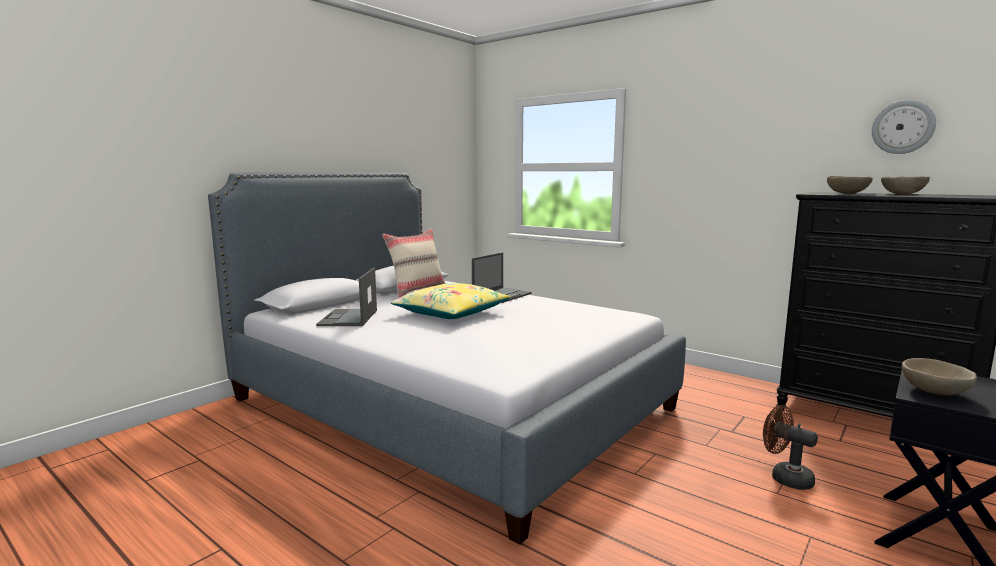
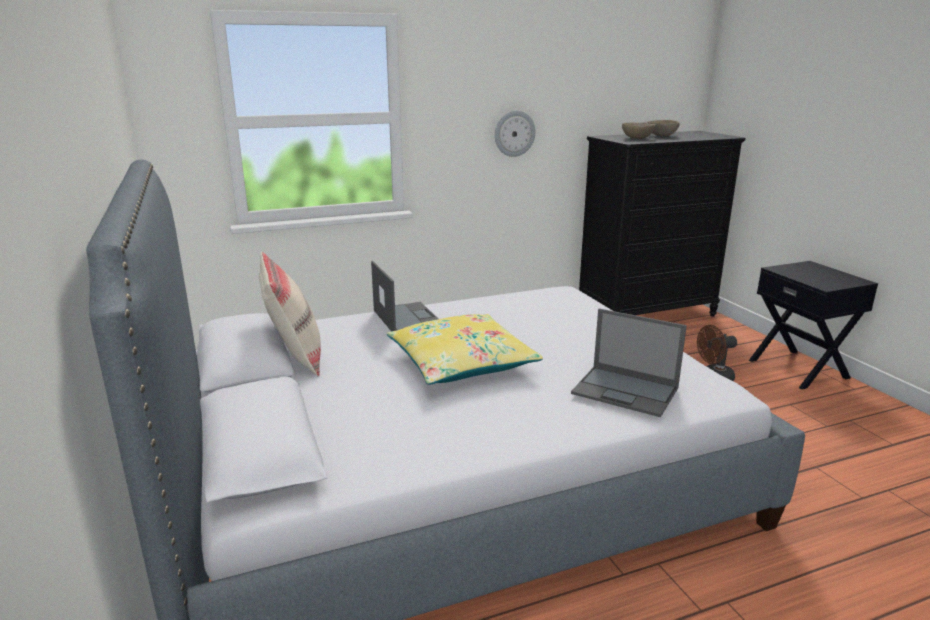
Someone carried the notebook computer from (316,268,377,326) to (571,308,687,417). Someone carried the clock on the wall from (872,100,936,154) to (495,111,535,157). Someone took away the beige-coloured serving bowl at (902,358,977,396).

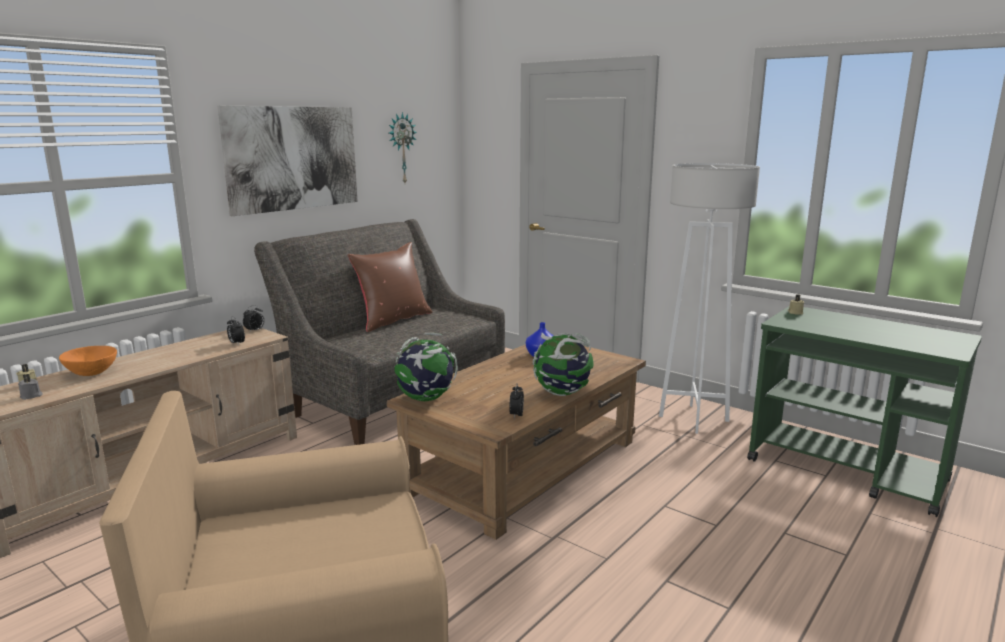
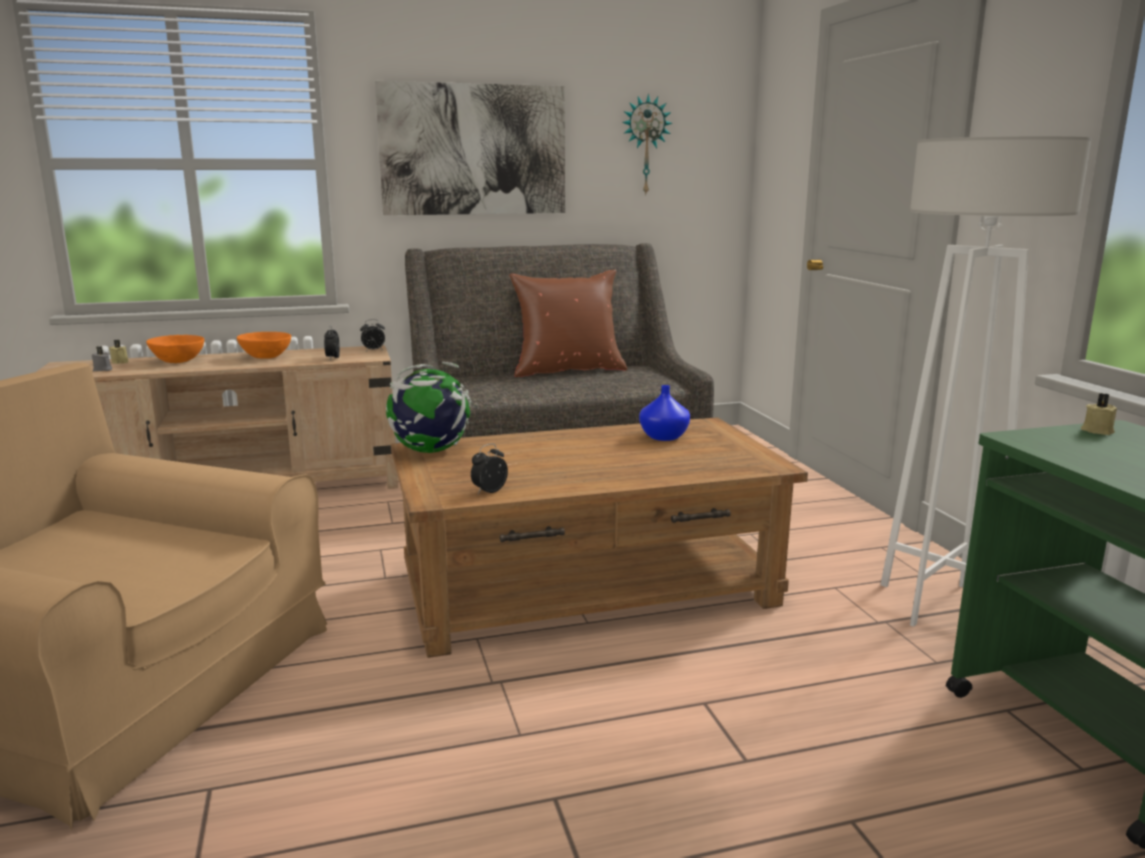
Someone took away the globe at (533,333,593,396). Someone put down the orange-coloured serving bowl at (237,332,291,359).

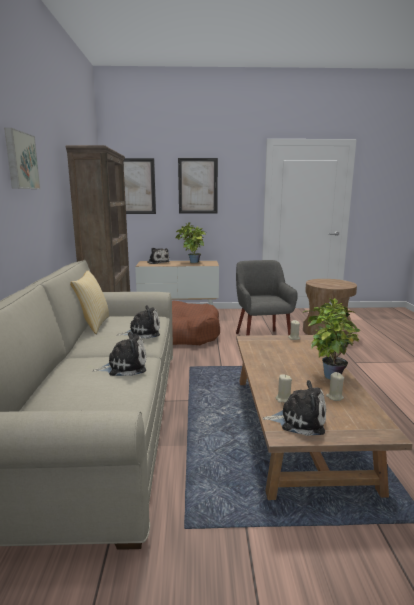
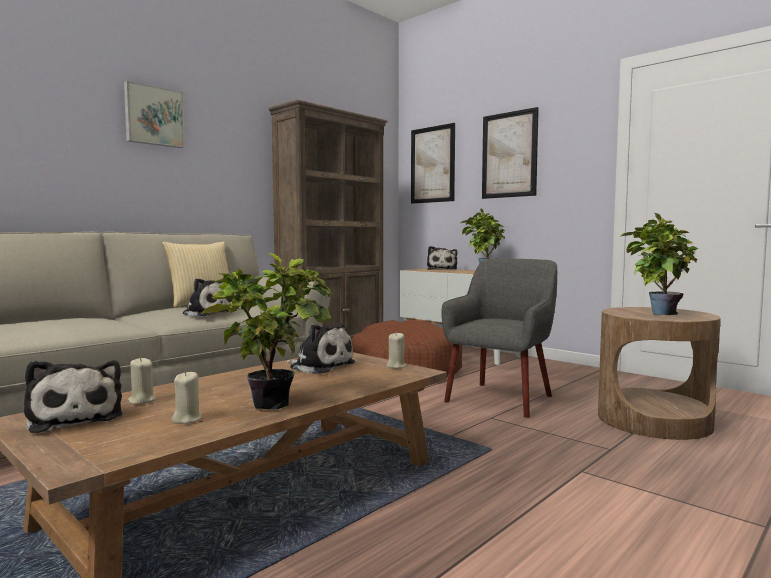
Someone carried the plush toy from (93,332,146,376) to (285,324,355,373). Someone put down the plant in a pot at (620,212,699,315).

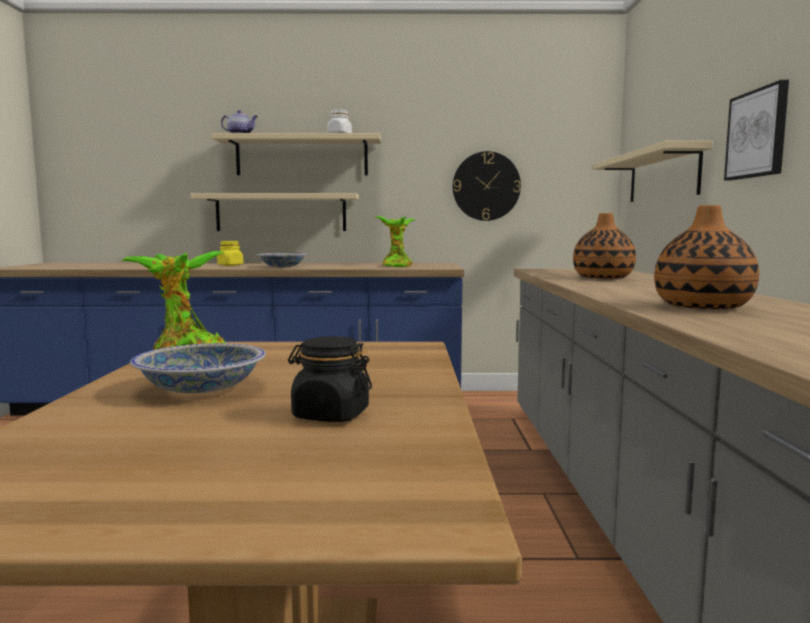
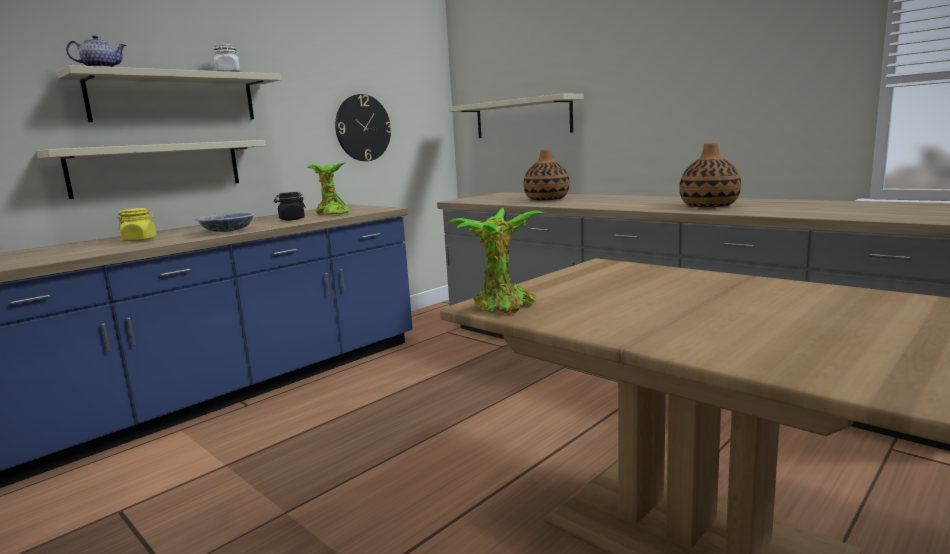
Someone took away the serving bowl at (130,343,266,393). Someone carried the black-coloured preserve jar from (288,336,372,422) to (274,192,306,220). Someone took away the picture at (724,80,789,180).

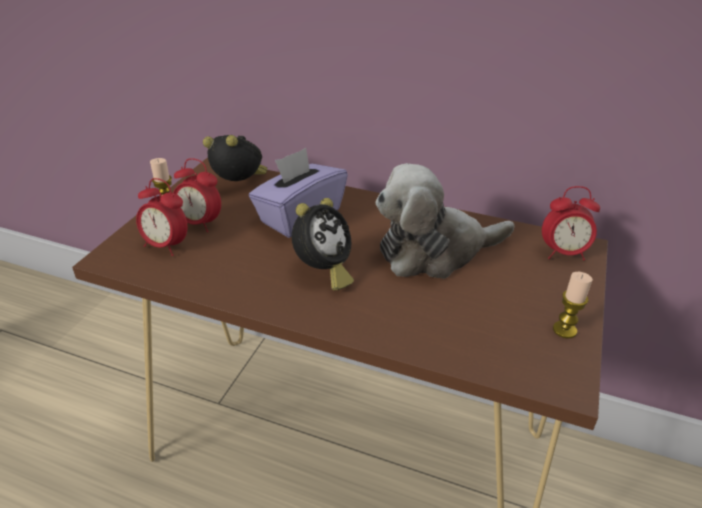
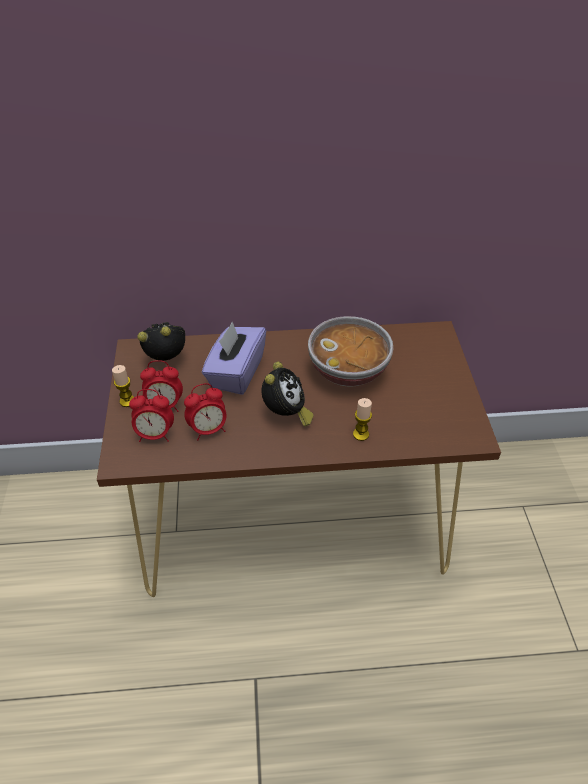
Someone swapped the plush toy at (375,163,514,279) for the serving bowl at (308,316,393,386). Someone carried the bedside clock from (542,186,600,260) to (184,383,226,440). Someone carried the wax light from (553,272,593,339) to (353,398,372,441).

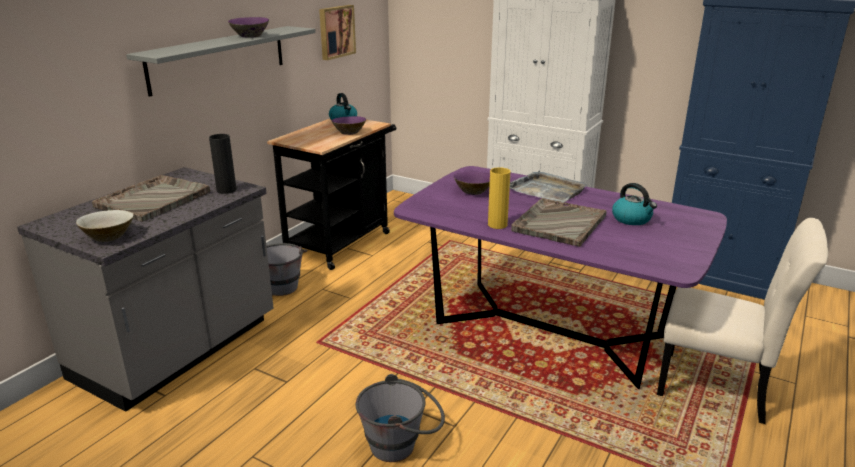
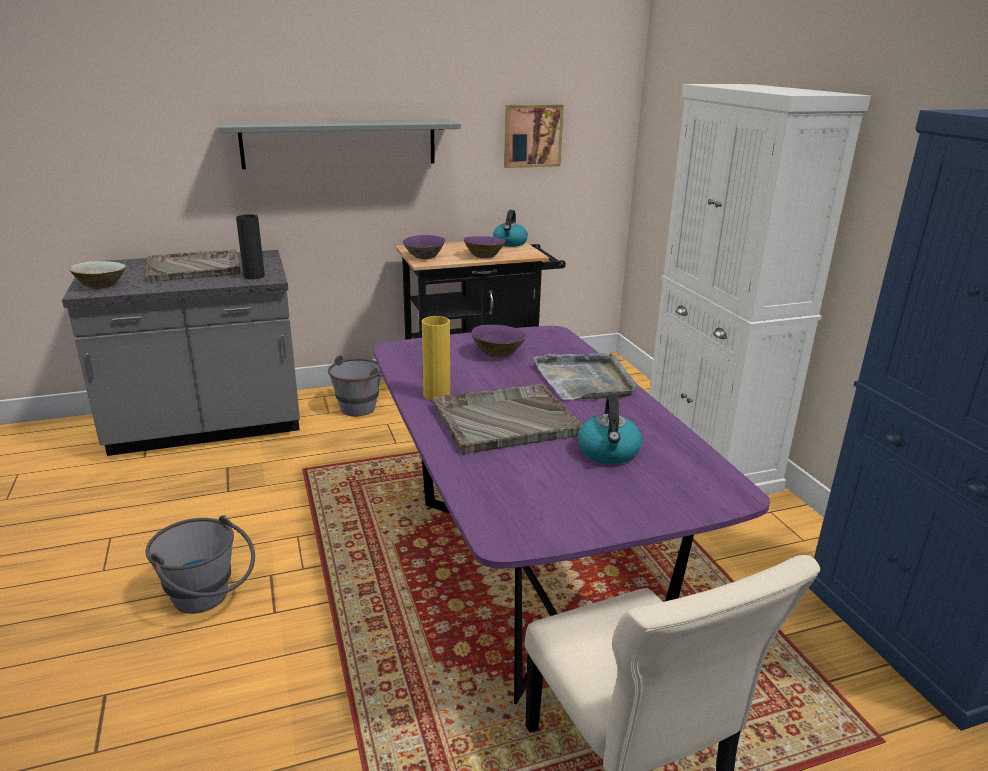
Someone carried the purple serving bowl from (228,17,269,38) to (403,235,445,259).

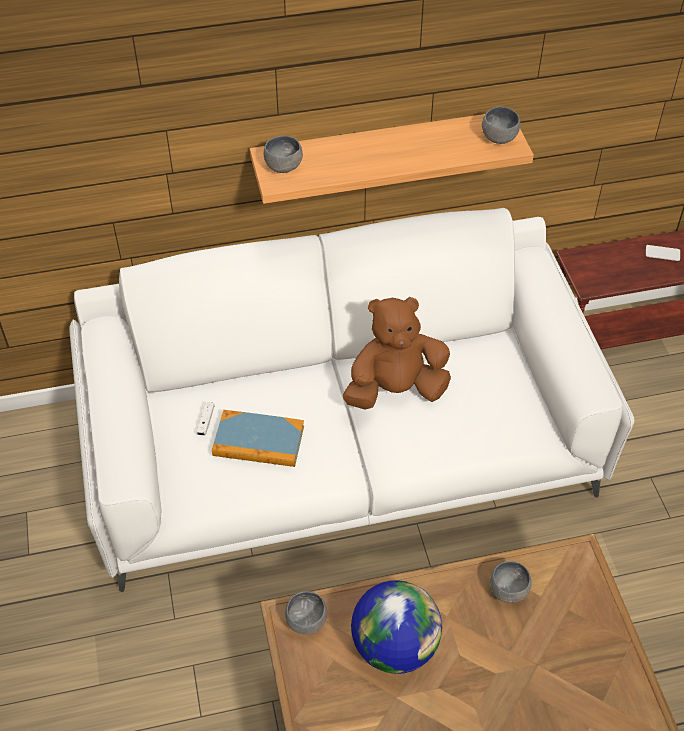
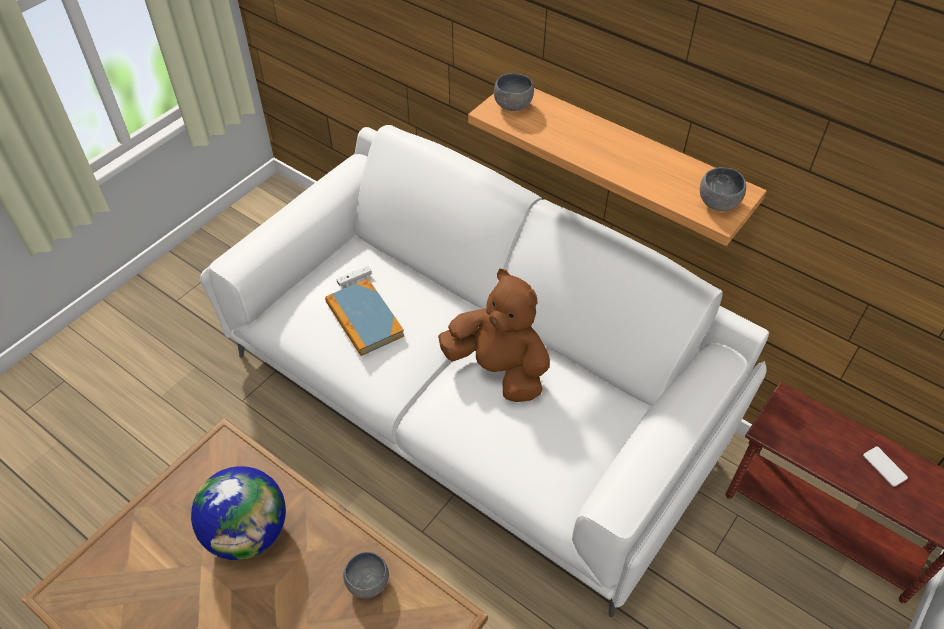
Someone took away the greyish serving bowl at (285,591,327,635).

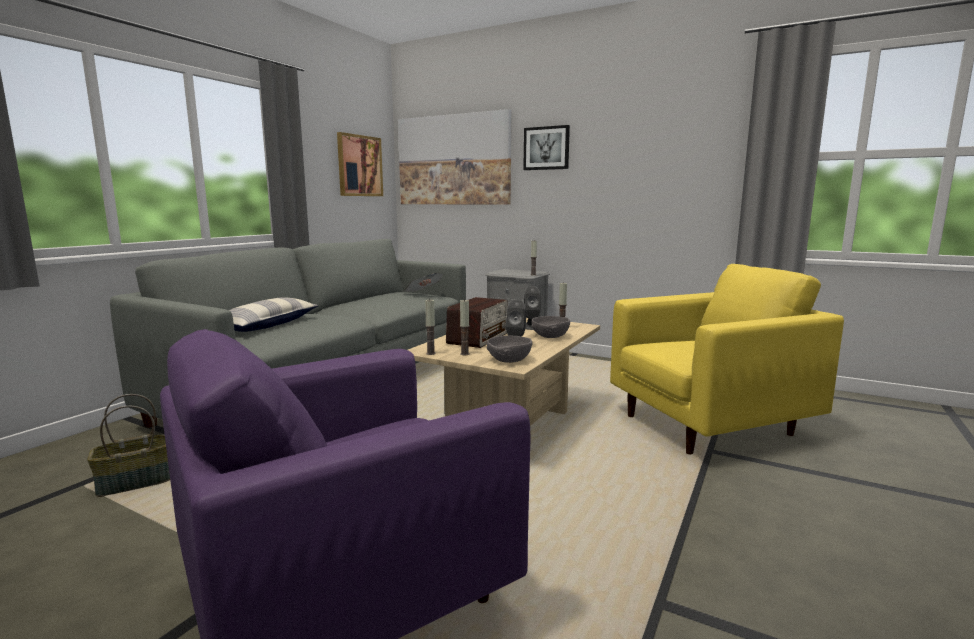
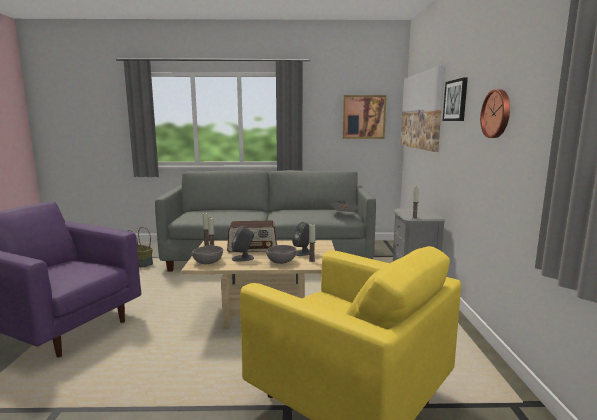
Someone took away the throw pillow at (229,297,319,332). Someone put up the clock on the wall at (480,89,510,138).

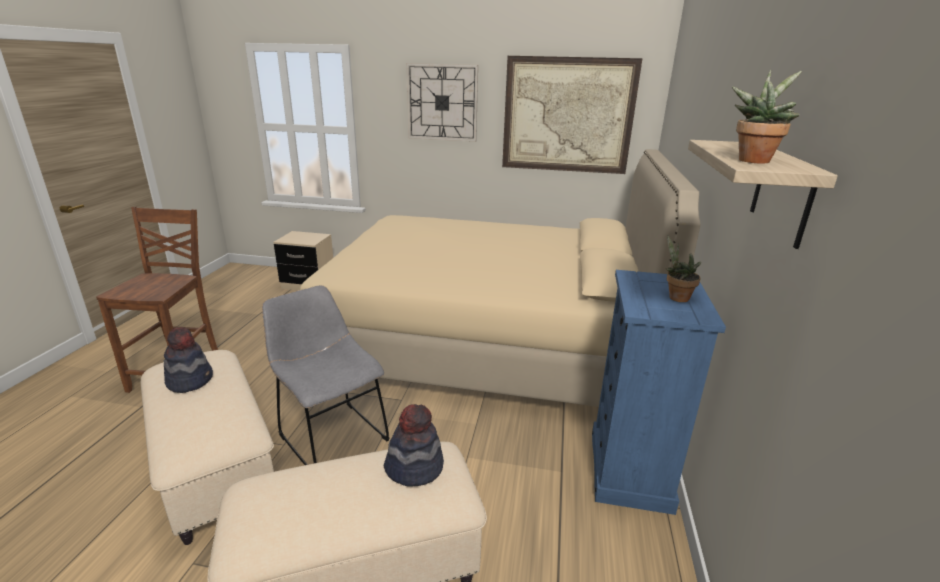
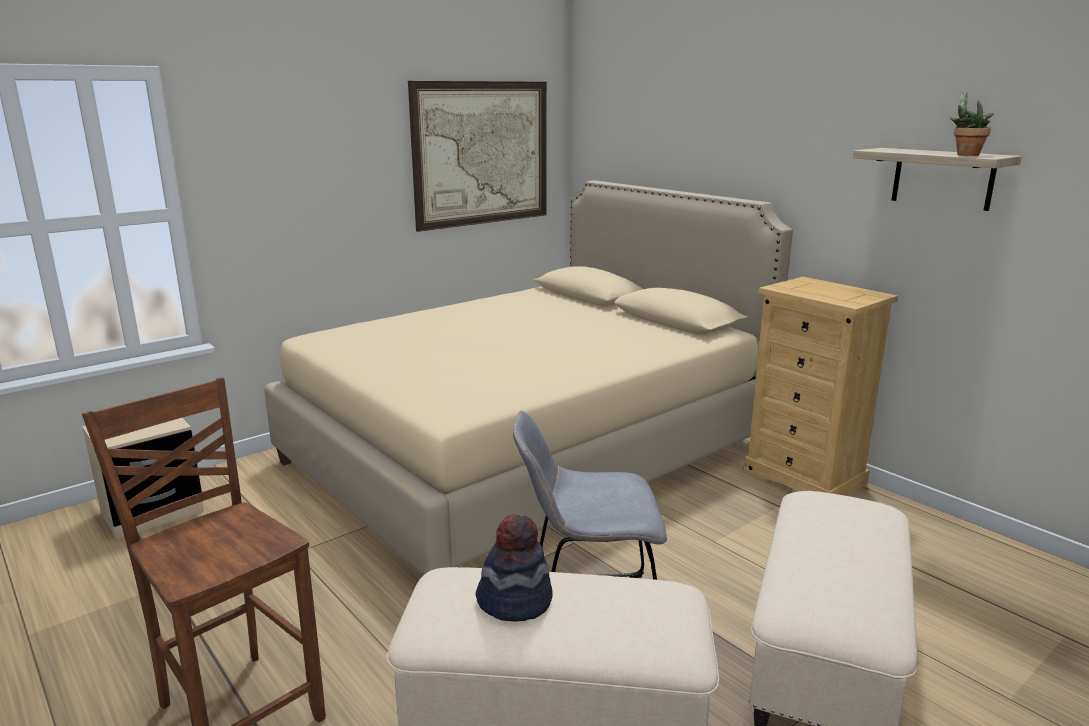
Someone took away the wearable hat at (384,404,444,486). Someone took away the clock on the wall at (406,63,478,142). Someone repainted the blue-coloured chest of drawers at (592,270,726,515), which became the beige-coloured chest of drawers at (743,277,898,496). Someone took away the plant in a pot at (666,235,701,302).

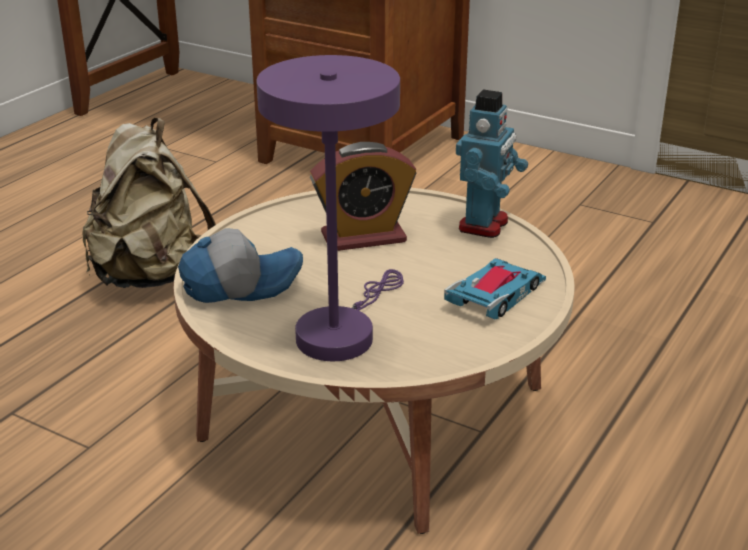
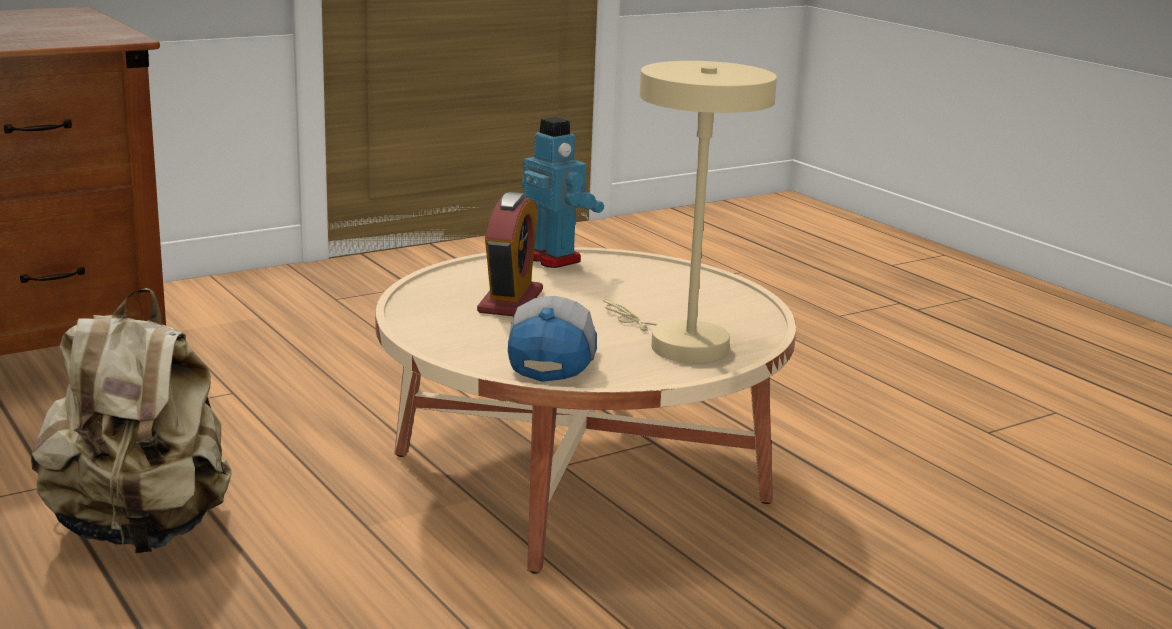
Someone repainted the purple table lamp at (257,55,404,361), which became the beige-coloured table lamp at (603,61,777,363). Someone took away the toy car at (444,258,546,319).

